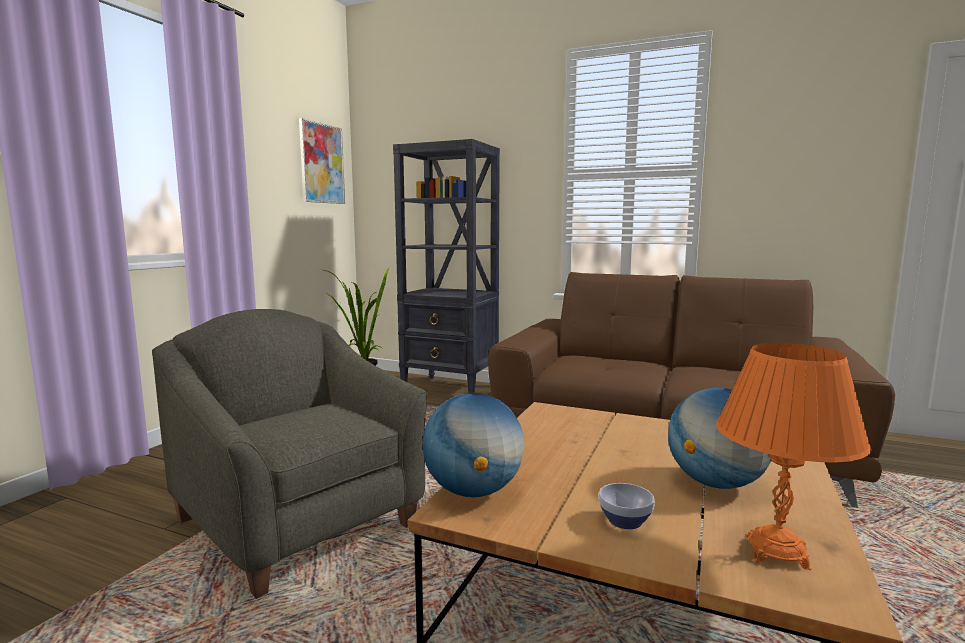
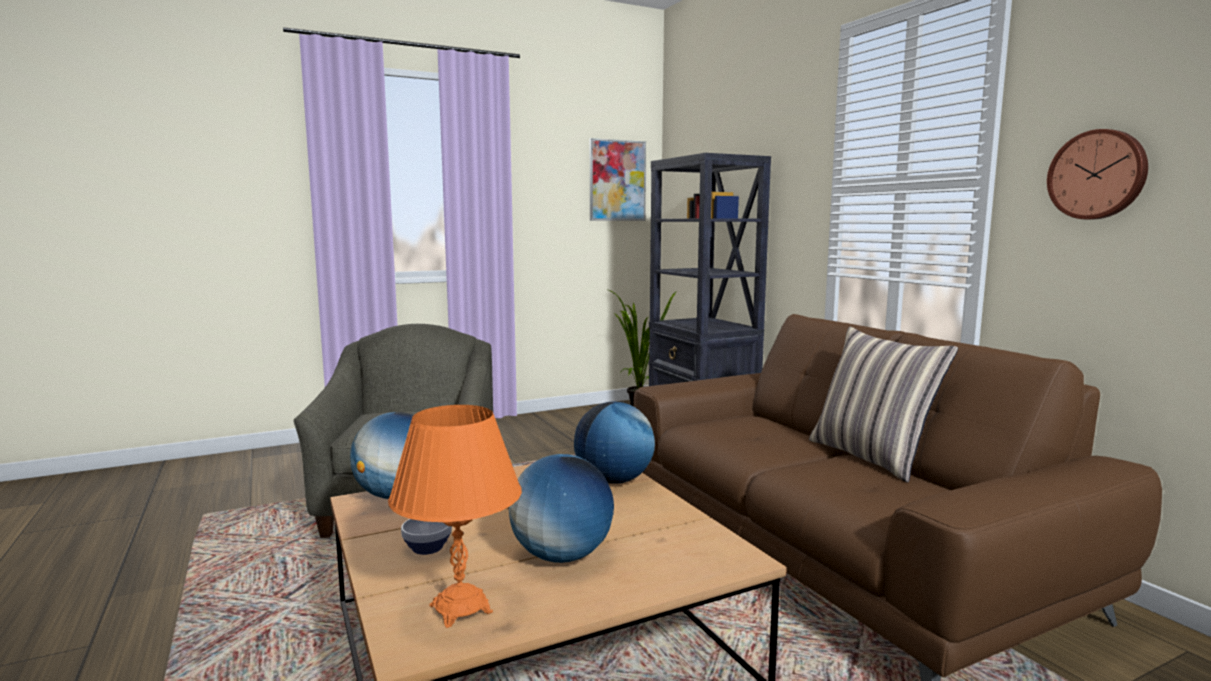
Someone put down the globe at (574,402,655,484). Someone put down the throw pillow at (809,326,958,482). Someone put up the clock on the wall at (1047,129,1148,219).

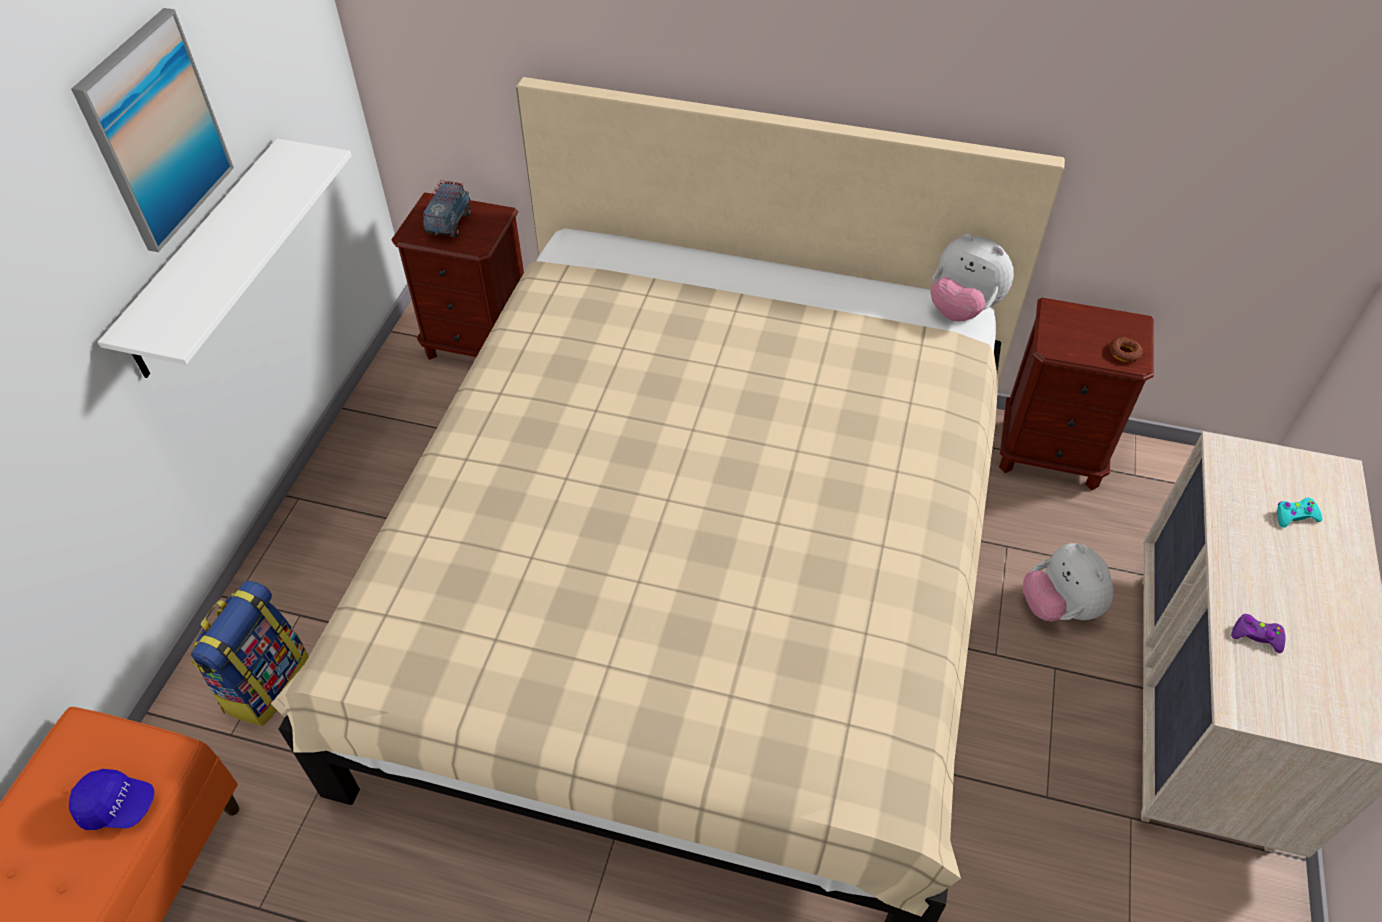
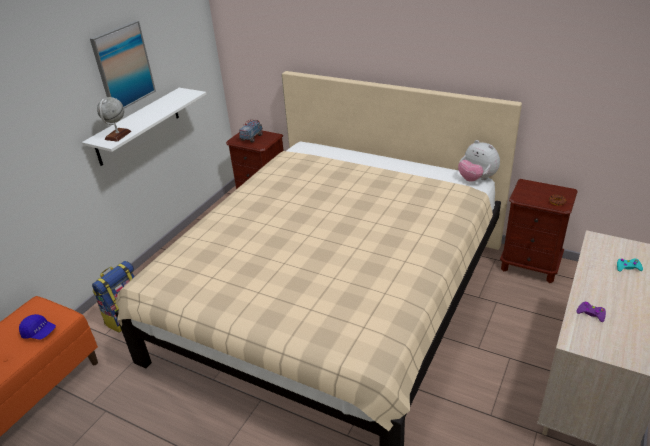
Someone took away the plush toy at (1023,543,1113,621). Someone put down the globe at (97,97,131,142).

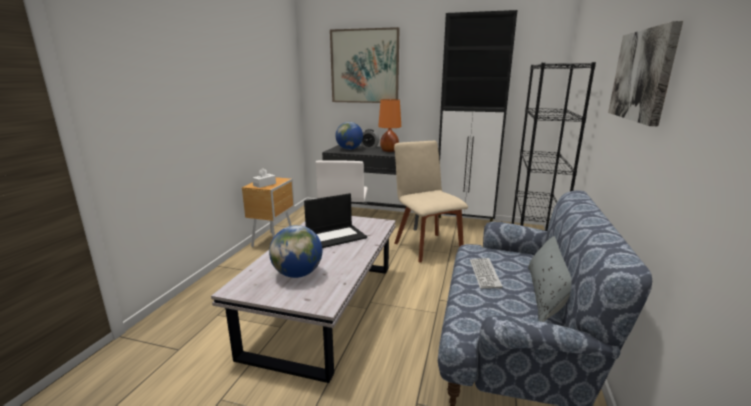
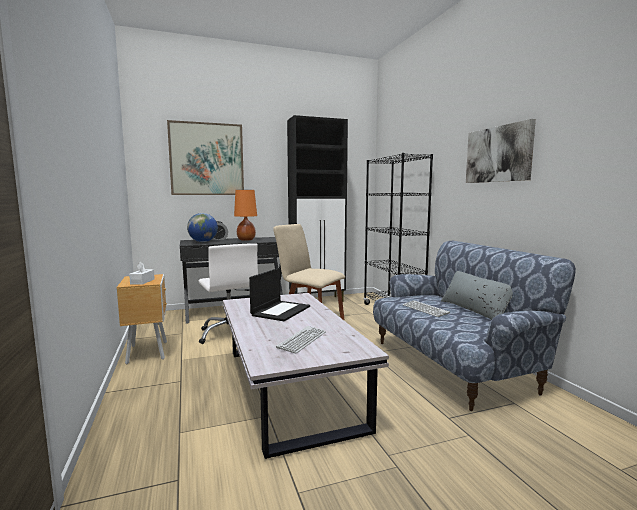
Someone swapped the globe at (269,225,322,278) for the computer keyboard at (276,326,326,354).

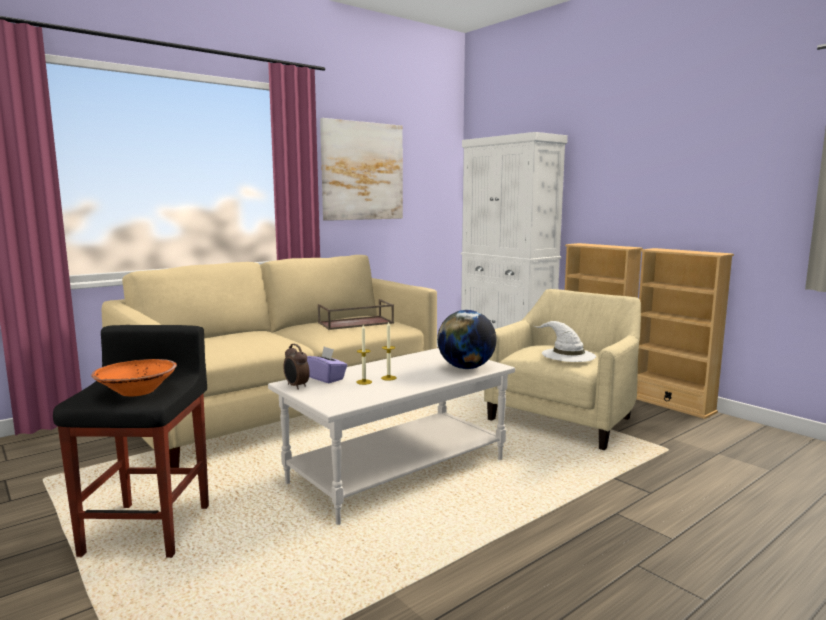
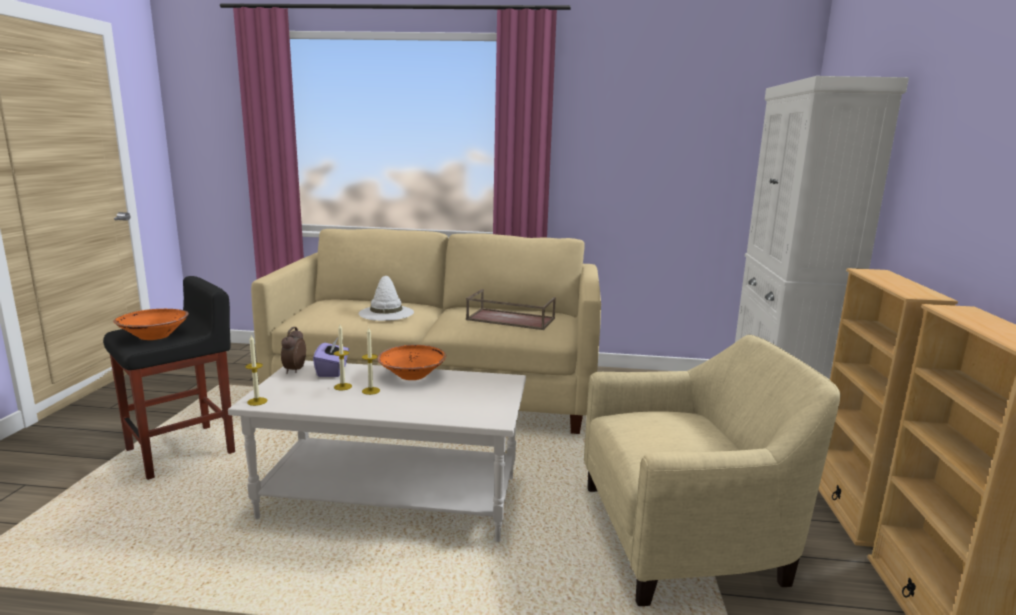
Someone took away the picture at (320,118,403,221). Someone took away the globe at (437,310,496,369). Someone carried the white wearable hat from (534,321,596,362) to (359,276,414,321). Someone put down the wax light at (245,335,267,406). Someone put down the orange-coloured serving bowl at (377,345,446,380).

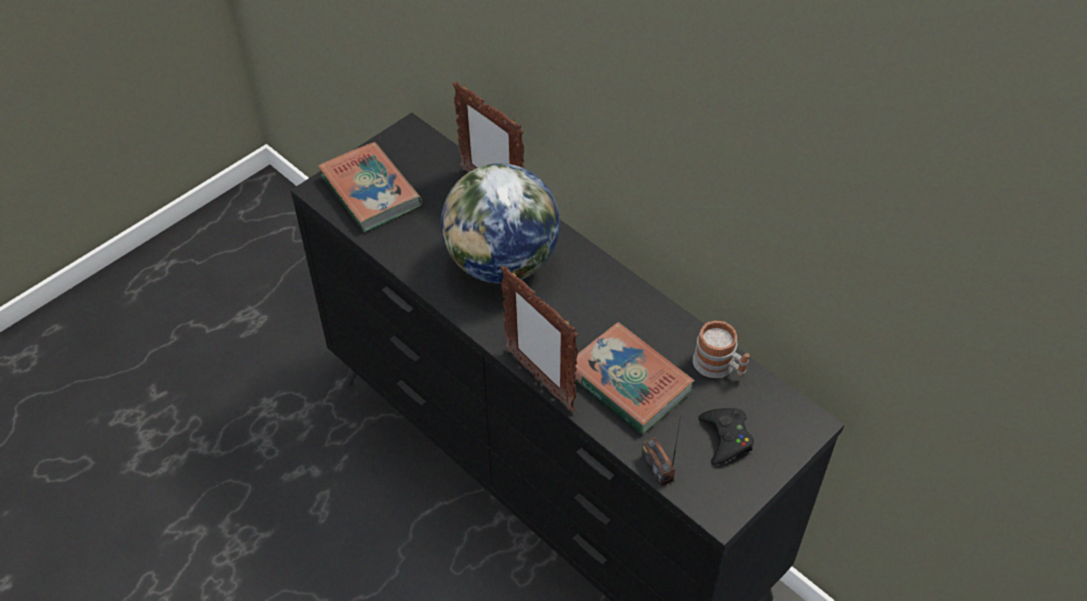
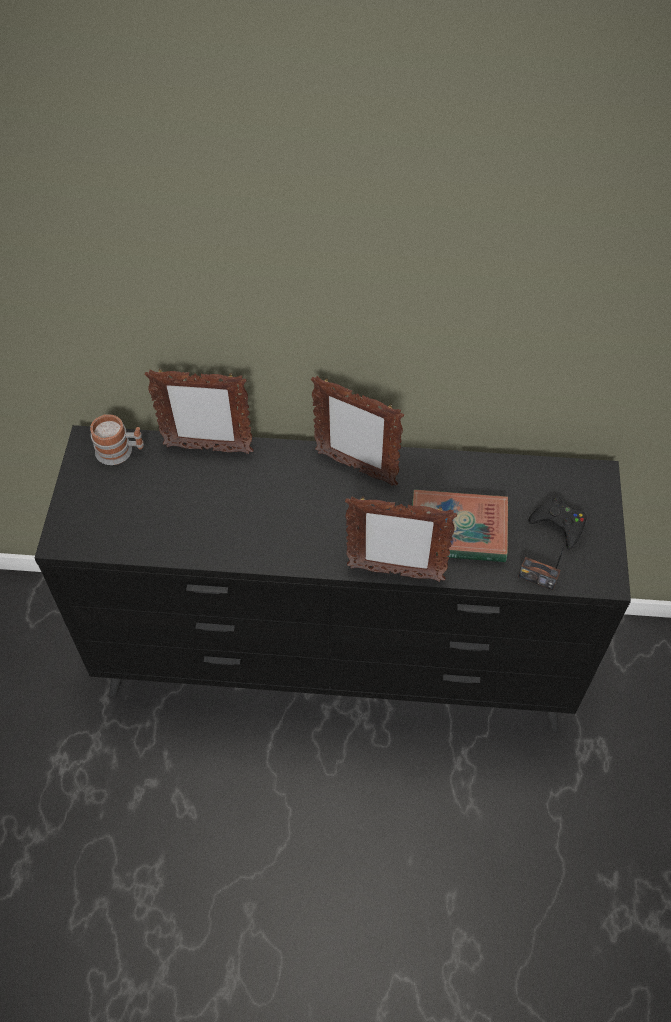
Someone took away the book at (318,142,422,232). Someone took away the globe at (441,163,560,283). Someone carried the mug from (693,321,750,378) to (90,414,144,465). Someone put down the picture frame at (311,376,404,486).

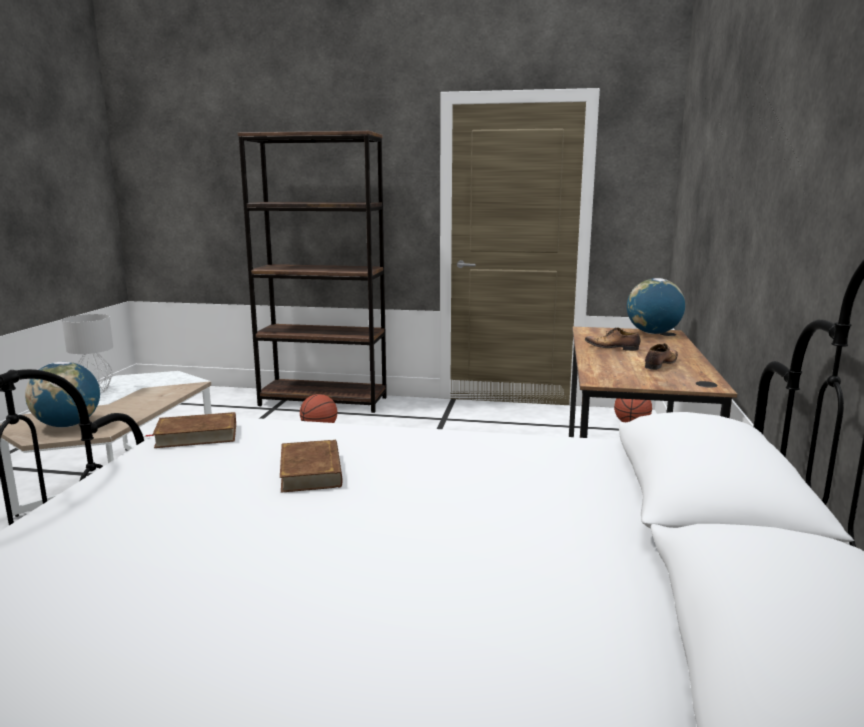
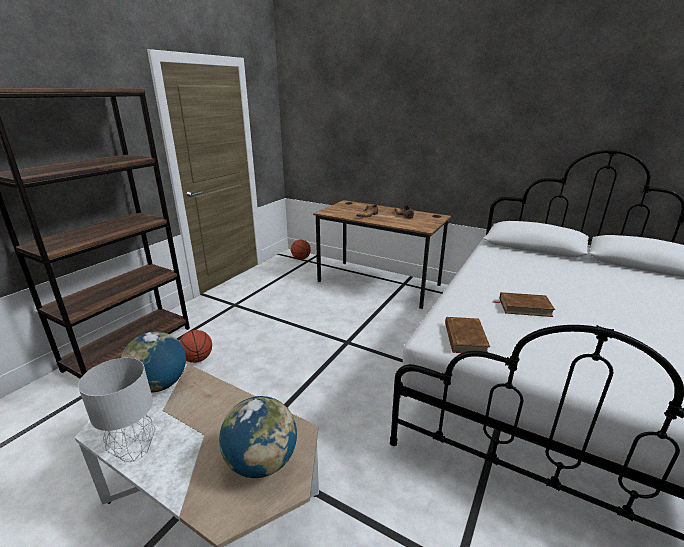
Someone carried the globe from (627,278,685,334) to (121,332,186,393).

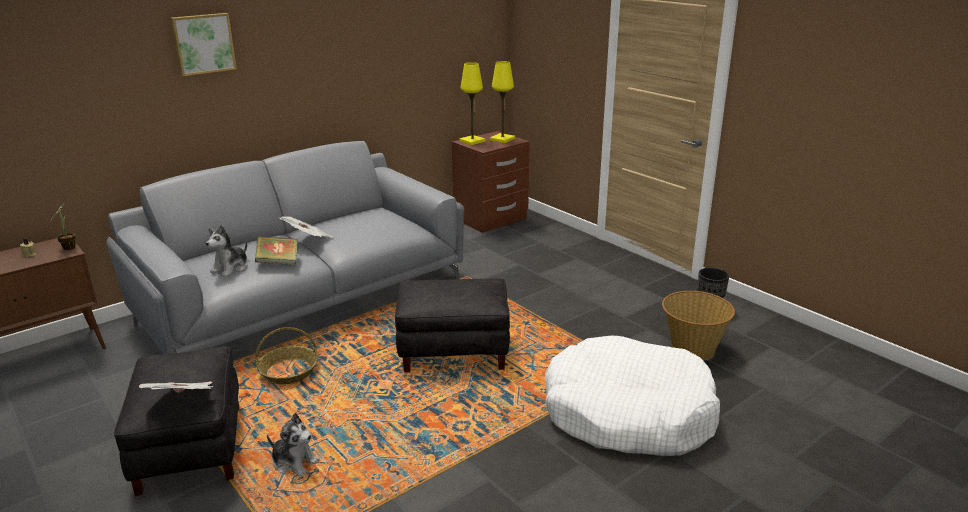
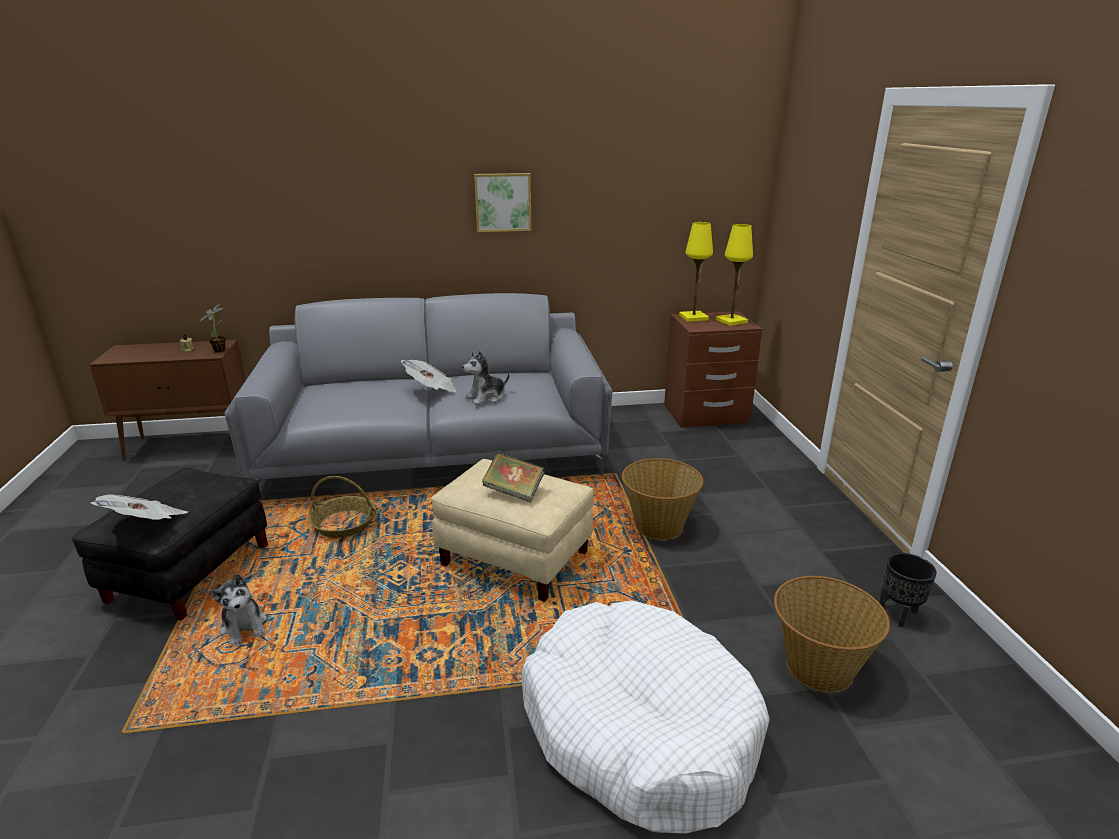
Someone carried the picture from (170,13,237,76) to (474,173,532,232). Someone carried the plush toy from (206,225,248,277) to (462,351,509,405). Someone carried the book from (255,236,298,265) to (482,452,545,502). Someone repainted the black-coloured pouffe at (395,279,510,372), which became the beige-coloured pouffe at (431,459,593,602). Someone put down the storage basket at (622,458,703,540).

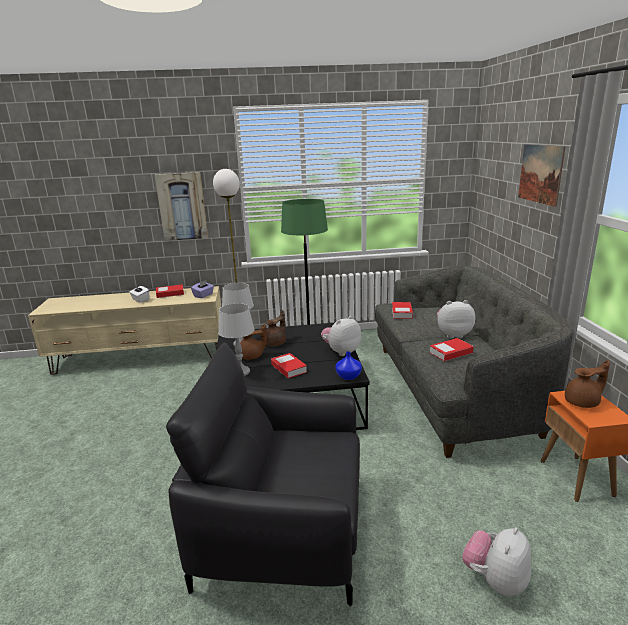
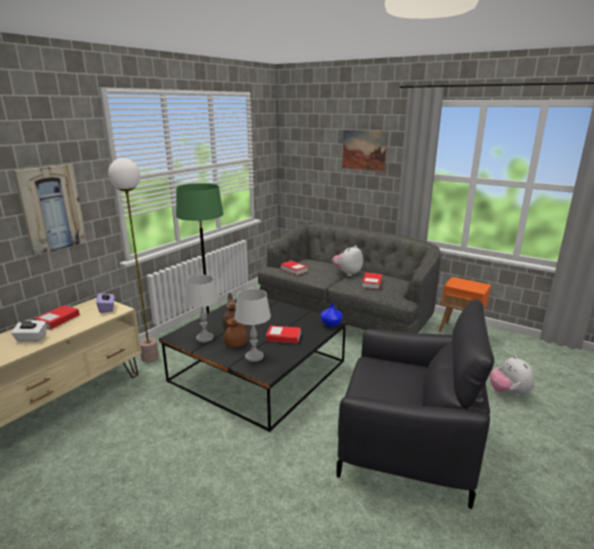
Someone rotated the black-coloured armchair at (166,343,360,606) by 120 degrees counterclockwise. Someone took away the plush toy at (321,316,361,356). Someone took away the brown-coloured pot for tea at (565,360,610,408).

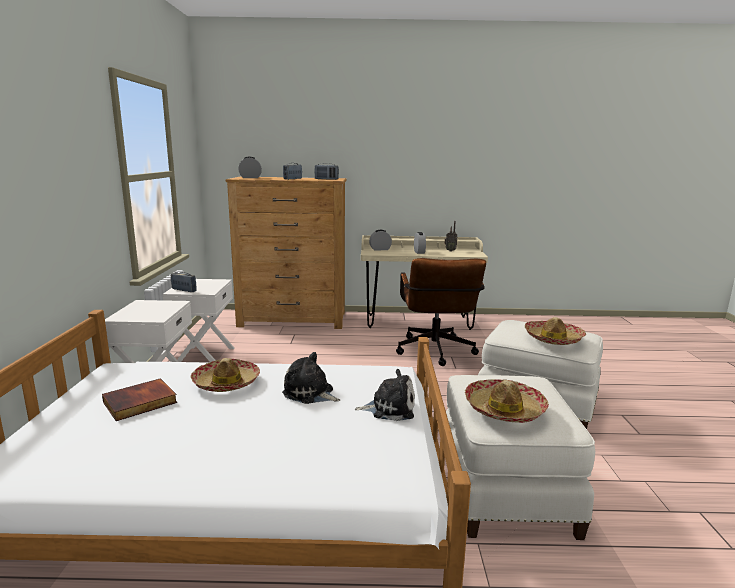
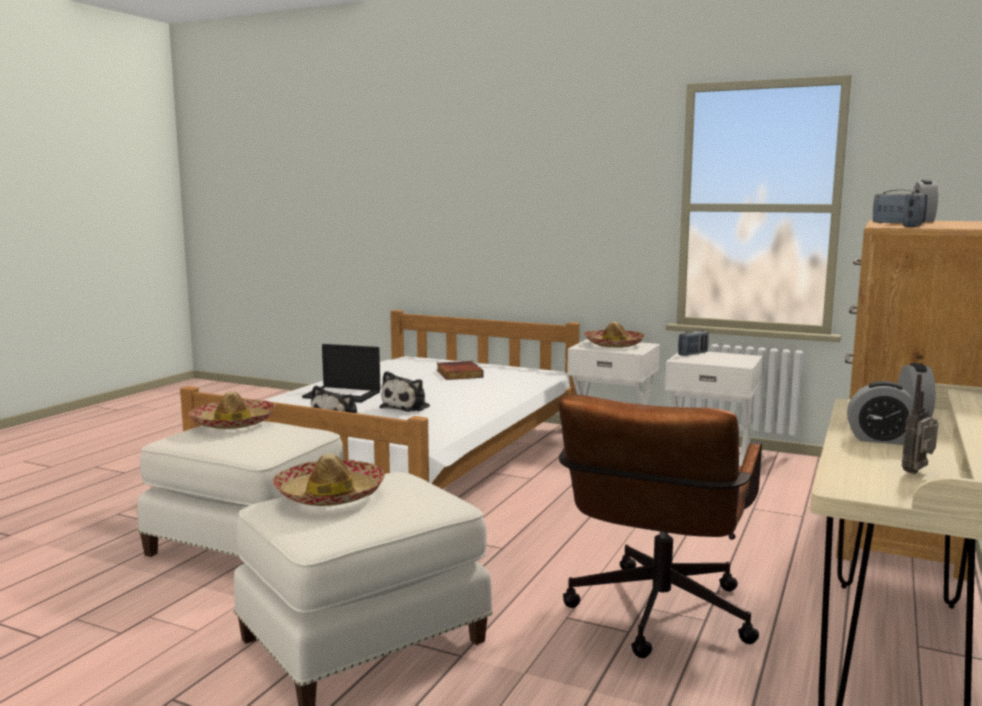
Someone carried the wearable hat from (191,358,260,392) to (584,322,645,348). Someone rotated the plush toy at (282,352,340,404) by 150 degrees clockwise. Someone rotated the brown-coloured office chair at (396,258,486,366) by 90 degrees counterclockwise. Someone put down the notebook computer at (302,344,381,403).

